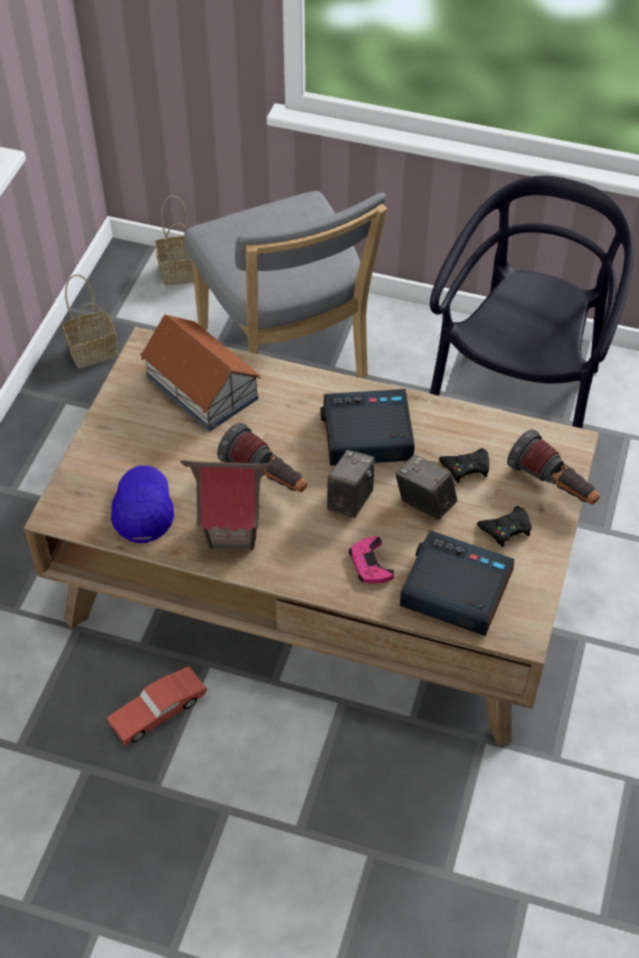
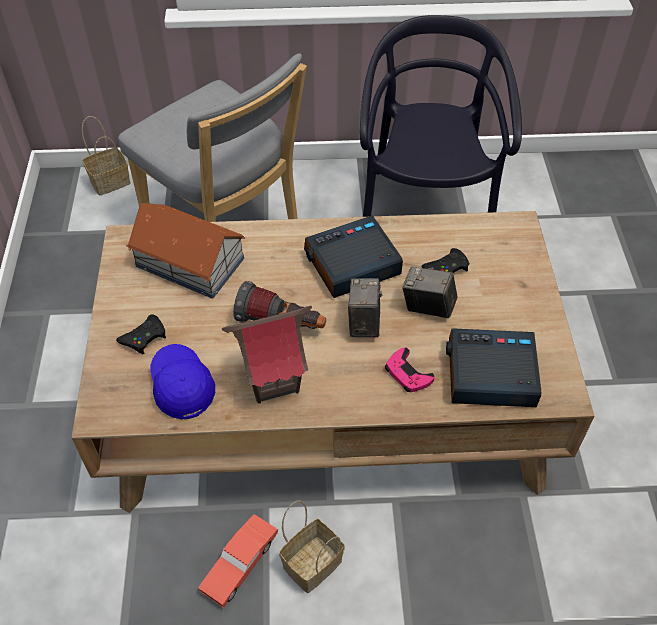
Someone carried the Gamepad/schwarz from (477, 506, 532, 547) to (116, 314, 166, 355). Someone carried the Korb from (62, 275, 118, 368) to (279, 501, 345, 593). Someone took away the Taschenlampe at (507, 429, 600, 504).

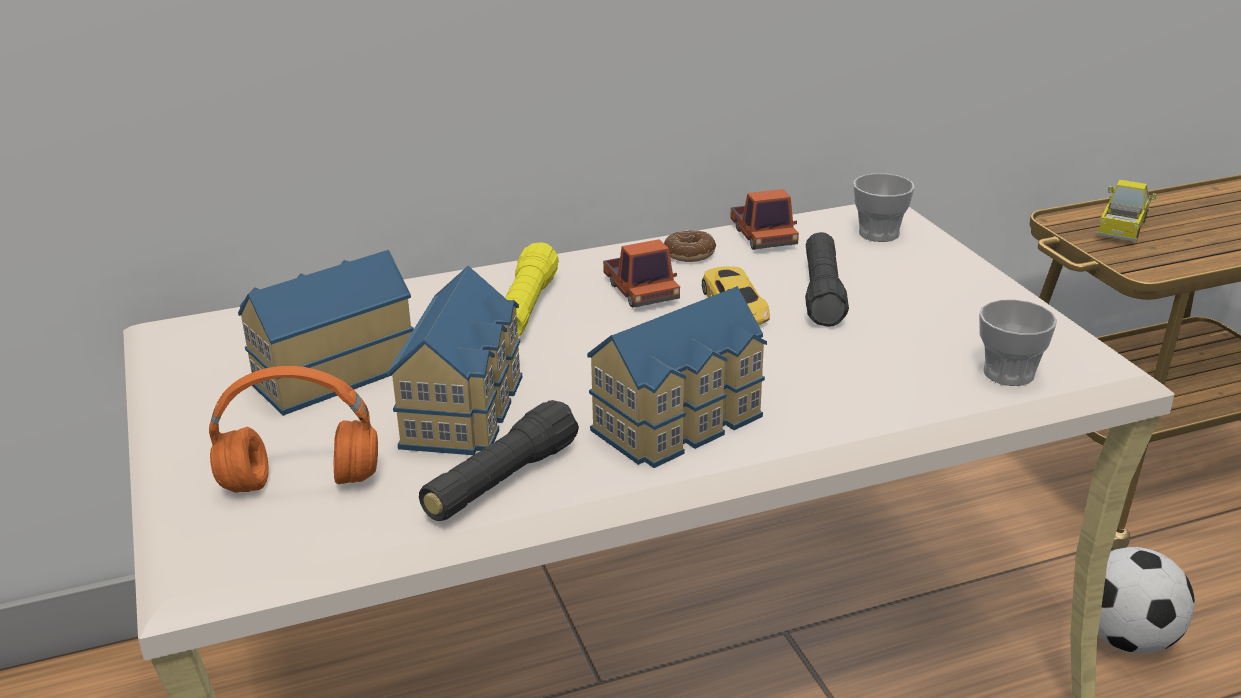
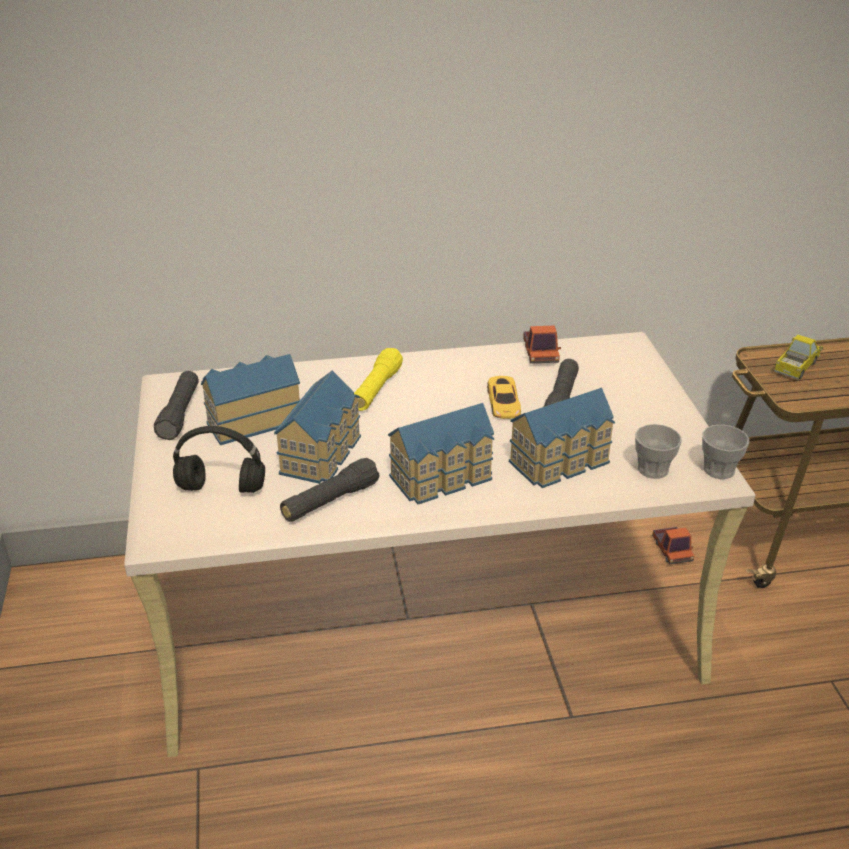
Someone put down the Taschenlampe/schwarz at (154, 371, 199, 440). Someone repainted the Kopfhörer/orange at (209, 366, 378, 493), which became the Kopfhörer/schwarz at (173, 426, 265, 493). Someone put down the Spielzeughaus at (509, 387, 615, 488). Someone carried the Spielzeuglaster from (603, 239, 680, 307) to (652, 527, 694, 565). Someone carried the Tasse from (853, 173, 915, 242) to (702, 424, 749, 479). Someone took away the Donut at (664, 230, 716, 262). Someone took away the Fußball at (1098, 547, 1195, 653).

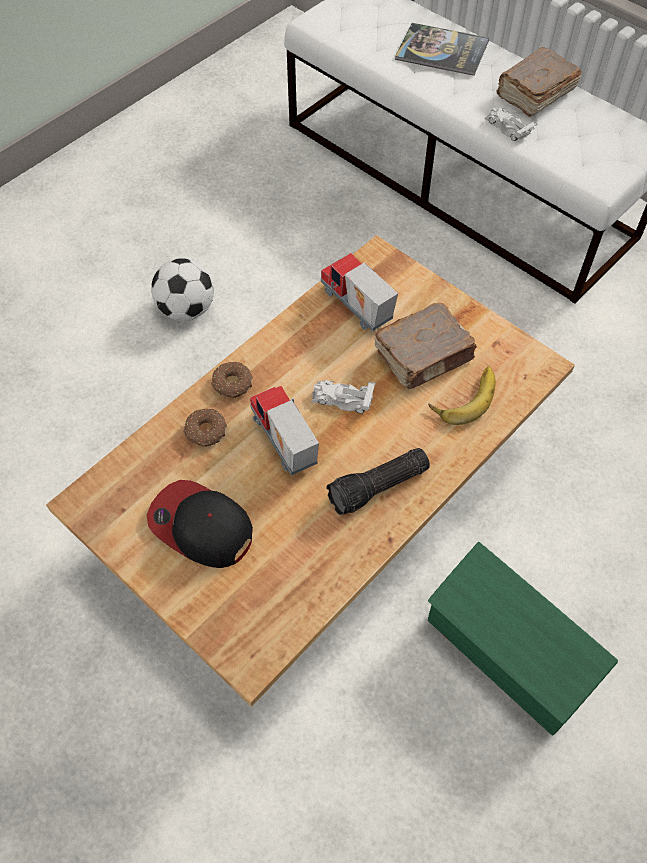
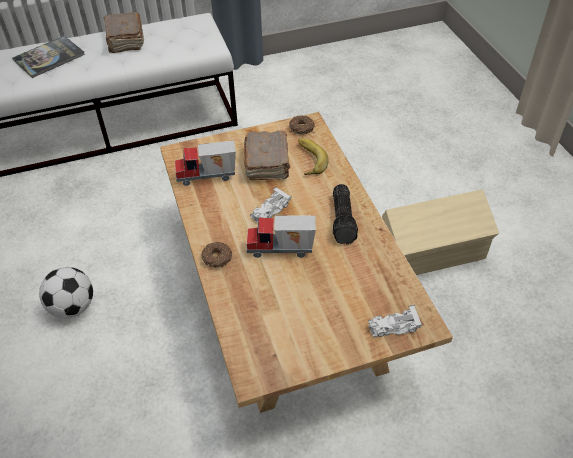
Someone carried the Donut from (183, 409, 227, 447) to (289, 115, 315, 134). Someone carried the Spielzeugauto/weiß from (485, 107, 537, 141) to (368, 305, 423, 338). Someone repainted the Aufbewahrungsbox/grün at (428, 542, 618, 735), which became the Aufbewahrungsbox/beige at (382, 189, 499, 275). Someone took away the Kappe at (147, 480, 253, 568).

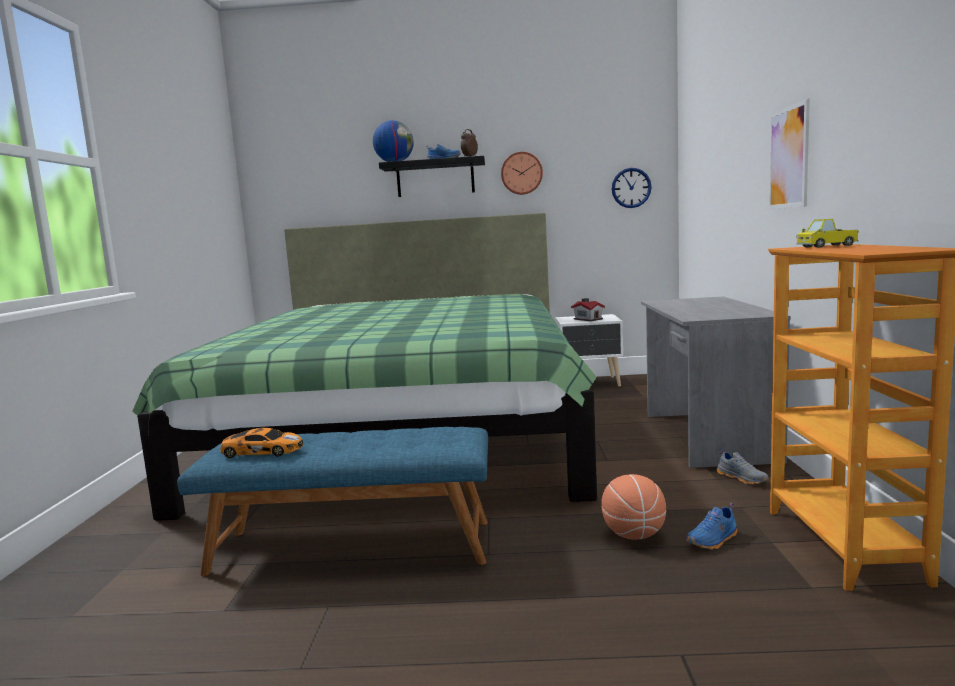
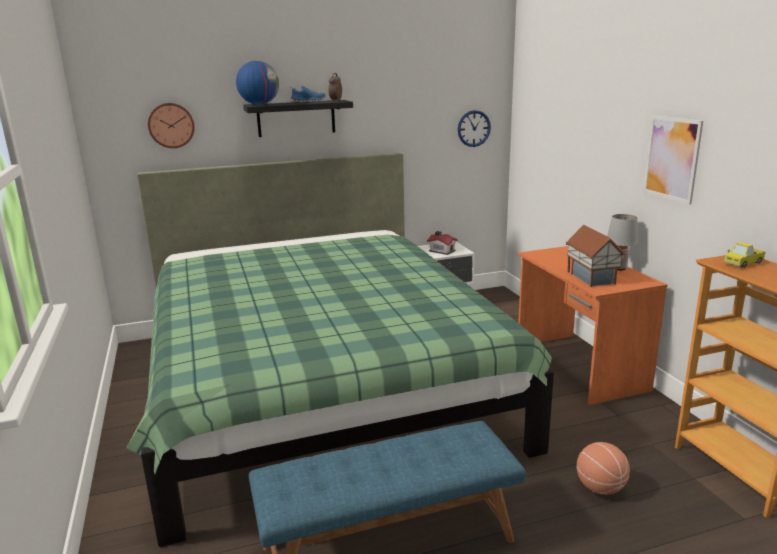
Someone carried the Wanduhr from (501, 152, 543, 195) to (148, 103, 195, 148). Someone repainted the Schreibtisch/grau at (641, 296, 791, 468), which became the Schreibtisch/orange at (518, 246, 667, 405). Someone put down the Spielzeughaus at (566, 225, 625, 287). Someone put down the Tischlampe/grau at (607, 214, 638, 270). Someone took away the Spielzeugauto at (220, 428, 303, 458). Someone took away the Schuh/blau at (686, 503, 737, 550). Someone took away the Schuh/grau at (717, 449, 769, 485).

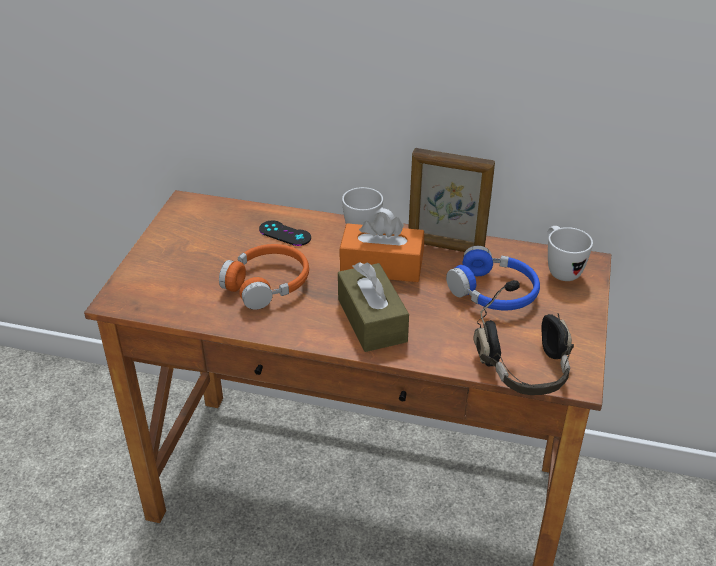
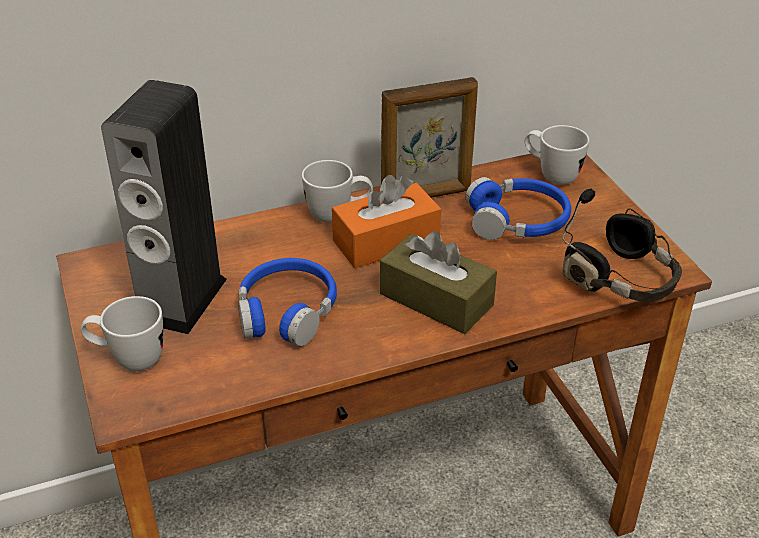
Someone put down the Henkelbecher/weiß at (81, 296, 163, 371). Someone put down the Lautsprecher at (101, 80, 227, 334). Someone repainted the Kopfhörer/orange at (219, 244, 309, 310), which became the Kopfhörer/blau at (238, 258, 337, 346). Someone took away the Gamepad/schwarz at (259, 221, 311, 246).

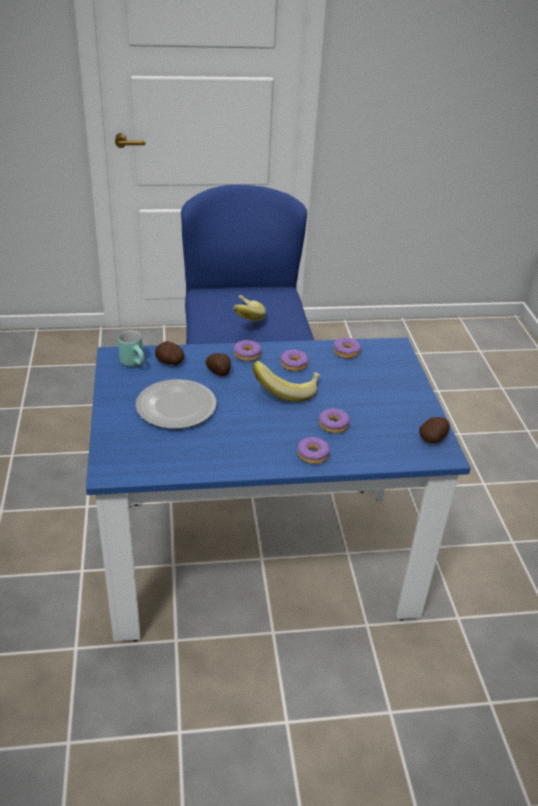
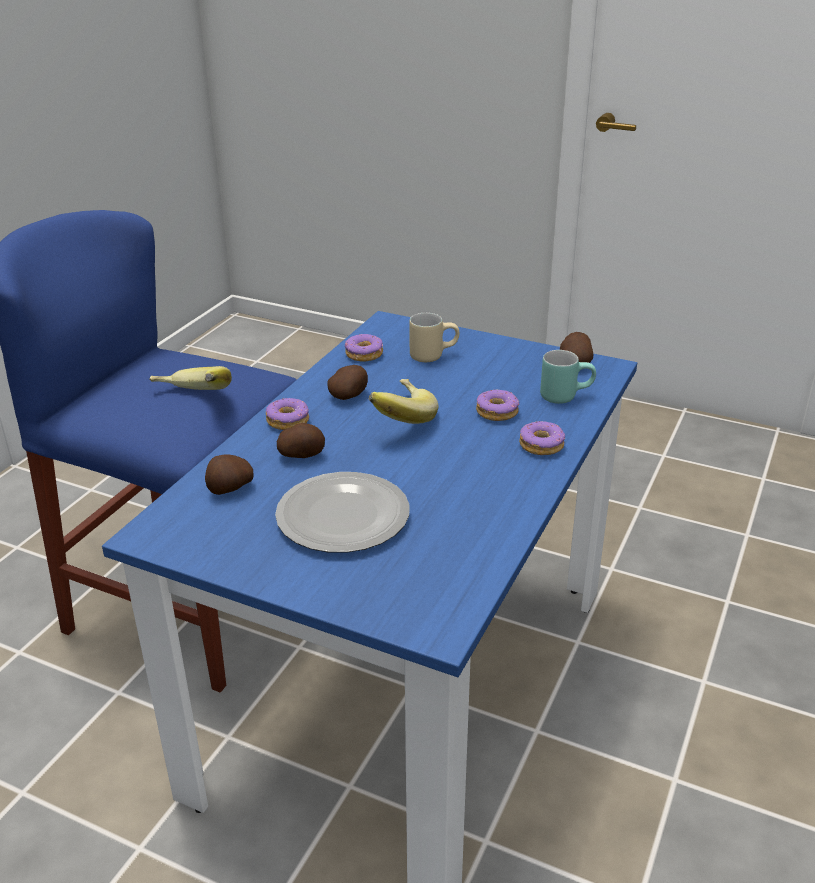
Someone swapped the Donut at (280, 349, 309, 371) for the Kartoffel at (327, 365, 368, 400). Someone put down the Henkelbecher/beige at (409, 313, 459, 362). Someone carried the Henkelbecher/türkis from (118, 330, 145, 367) to (540, 350, 596, 404).

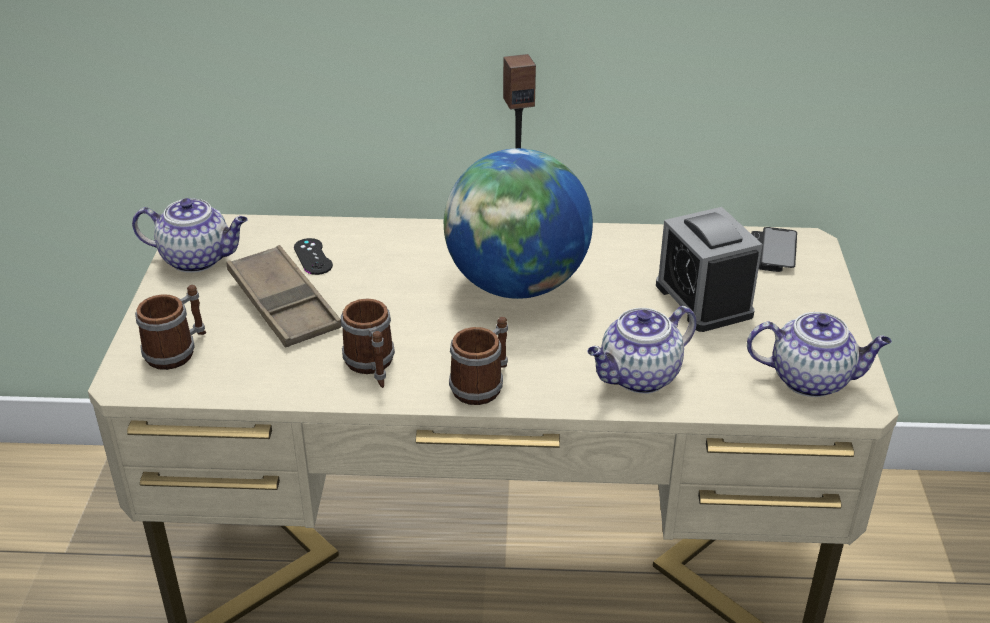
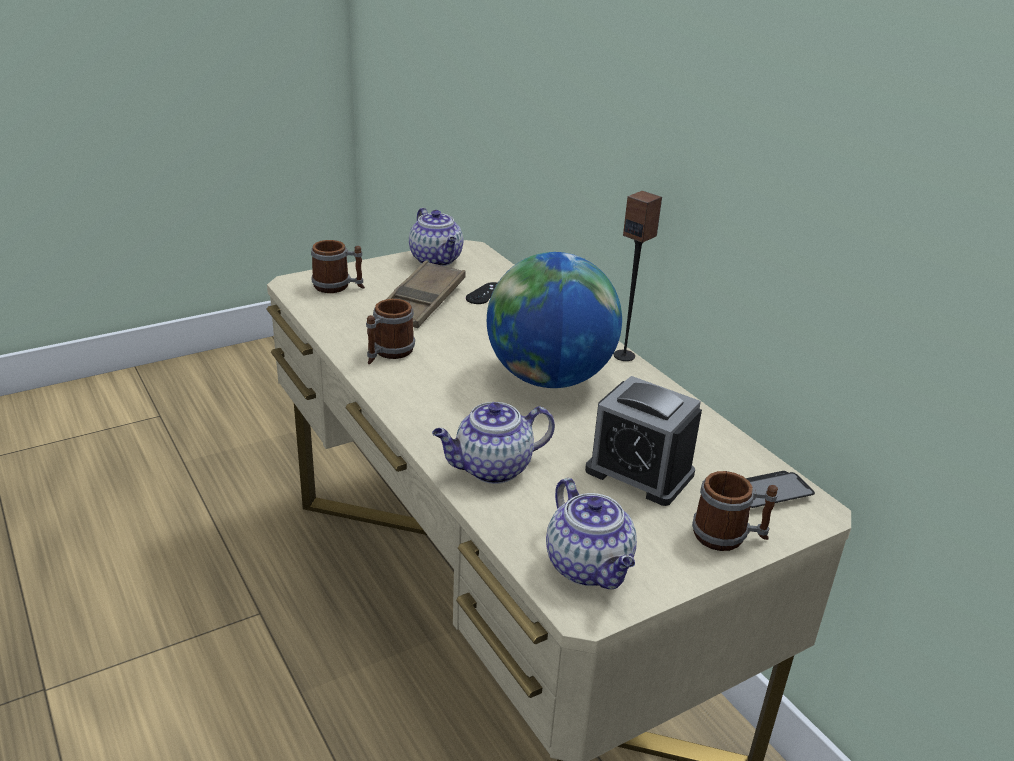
Someone rotated the Teekanne at (588, 306, 697, 394) by 45 degrees counterclockwise. Someone rotated the Wecker at (656, 207, 763, 332) by 90 degrees counterclockwise. Someone carried the Henkelbecher from (449, 317, 508, 405) to (692, 471, 778, 551).

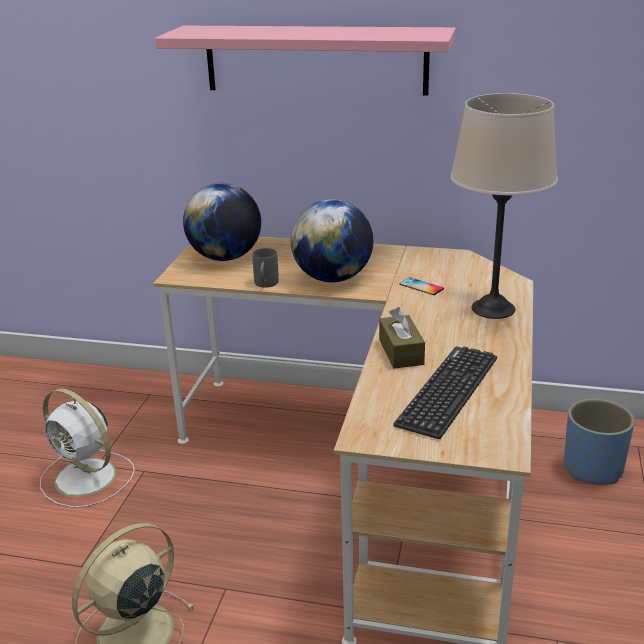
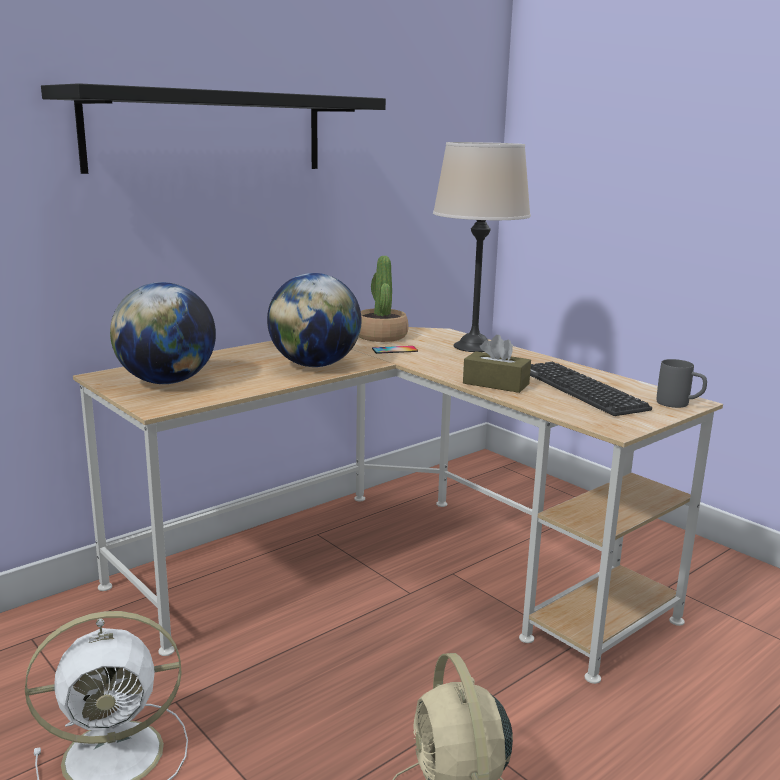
Someone repainted the Wandregal/rosa at (155, 26, 456, 96), which became the Wandregal/schwarz at (41, 83, 386, 174). Someone put down the Topfpflanze at (359, 256, 409, 342). Someone carried the Henkelbecher/grau from (252, 248, 279, 288) to (657, 359, 707, 408). Someone took away the Pflanzkübel/blau at (564, 398, 635, 485).

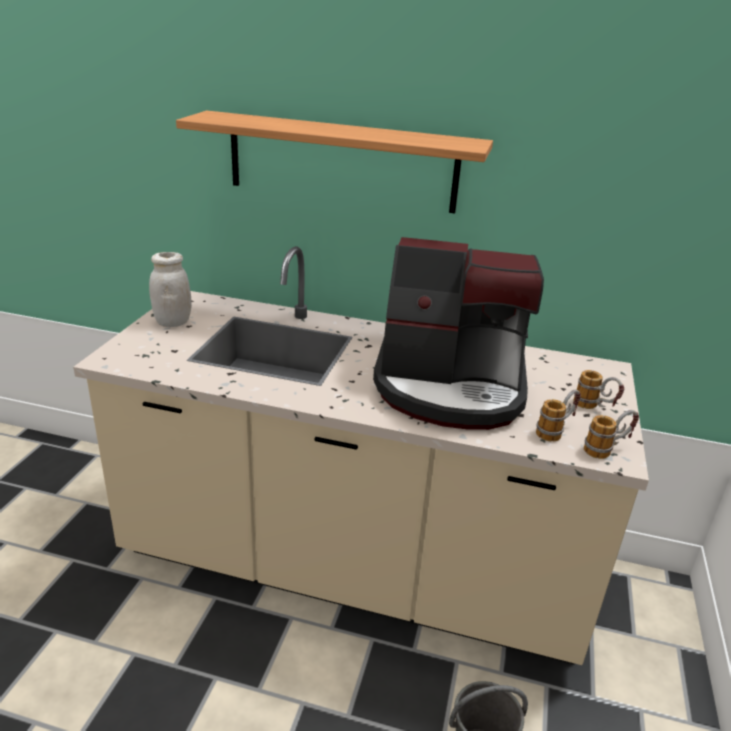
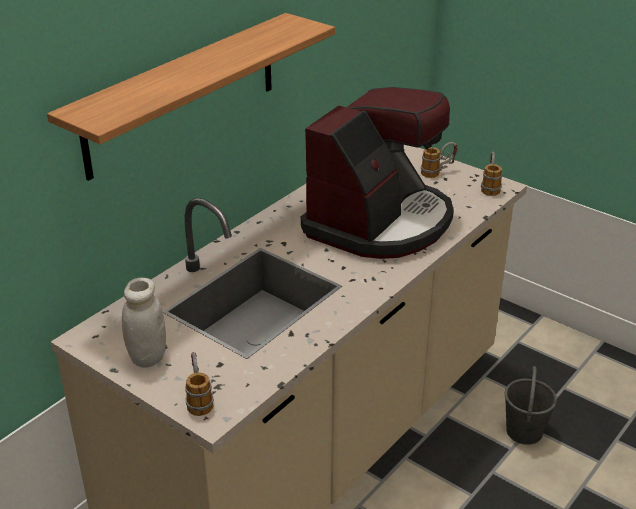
Someone carried the Henkelbecher from (536, 389, 581, 442) to (185, 352, 214, 416).

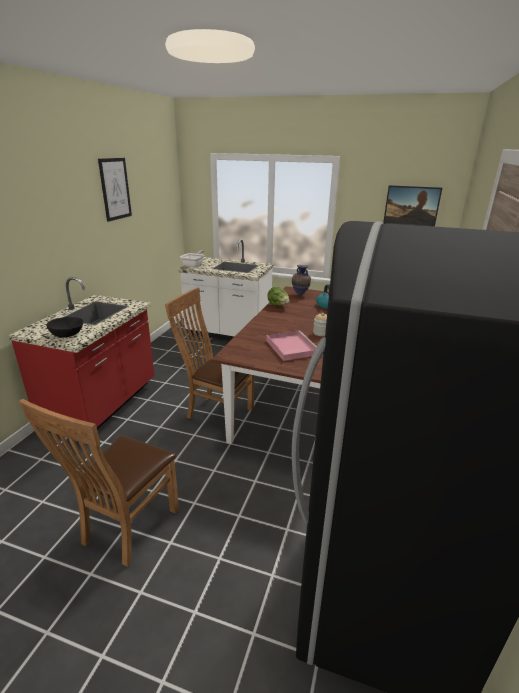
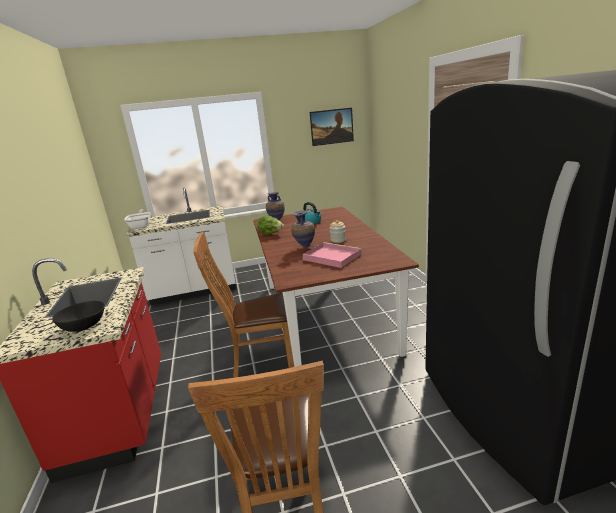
Someone put down the Vase at (291, 211, 315, 248). Someone took away the Bild at (98, 158, 132, 222).

